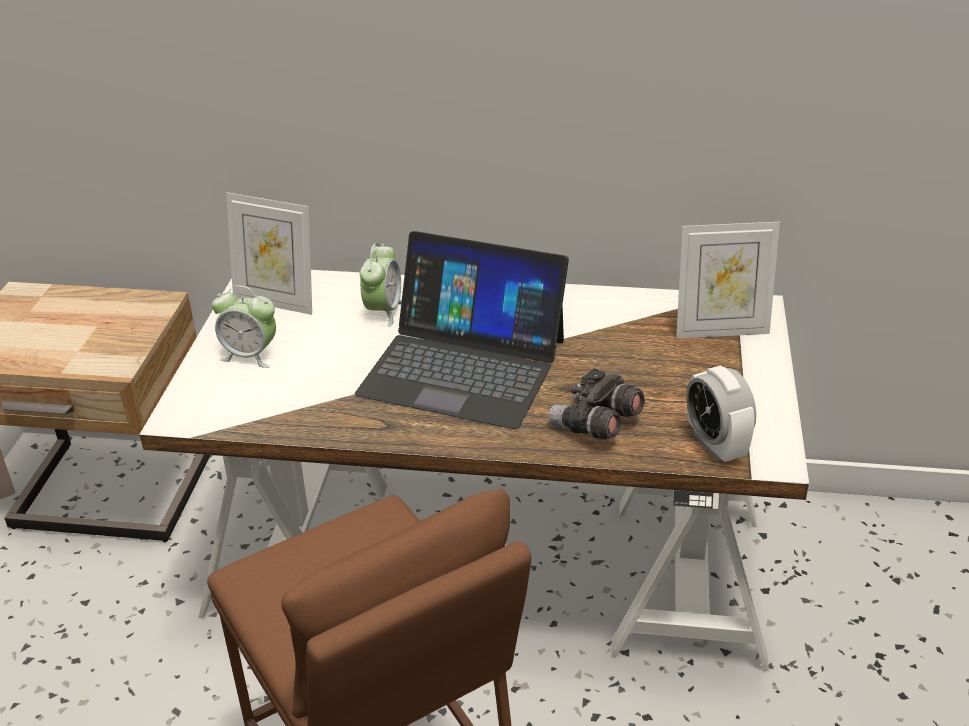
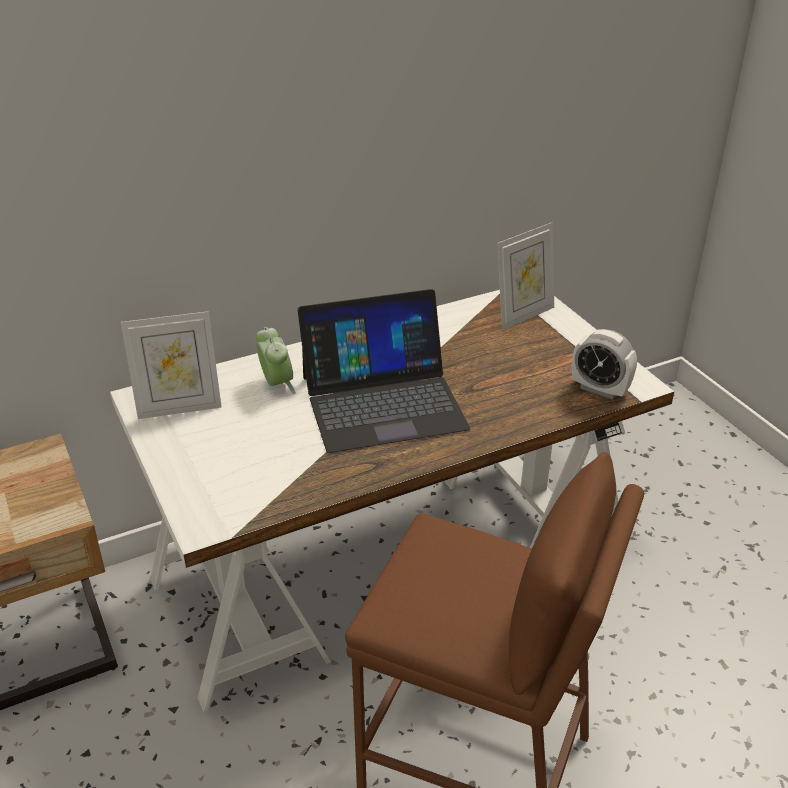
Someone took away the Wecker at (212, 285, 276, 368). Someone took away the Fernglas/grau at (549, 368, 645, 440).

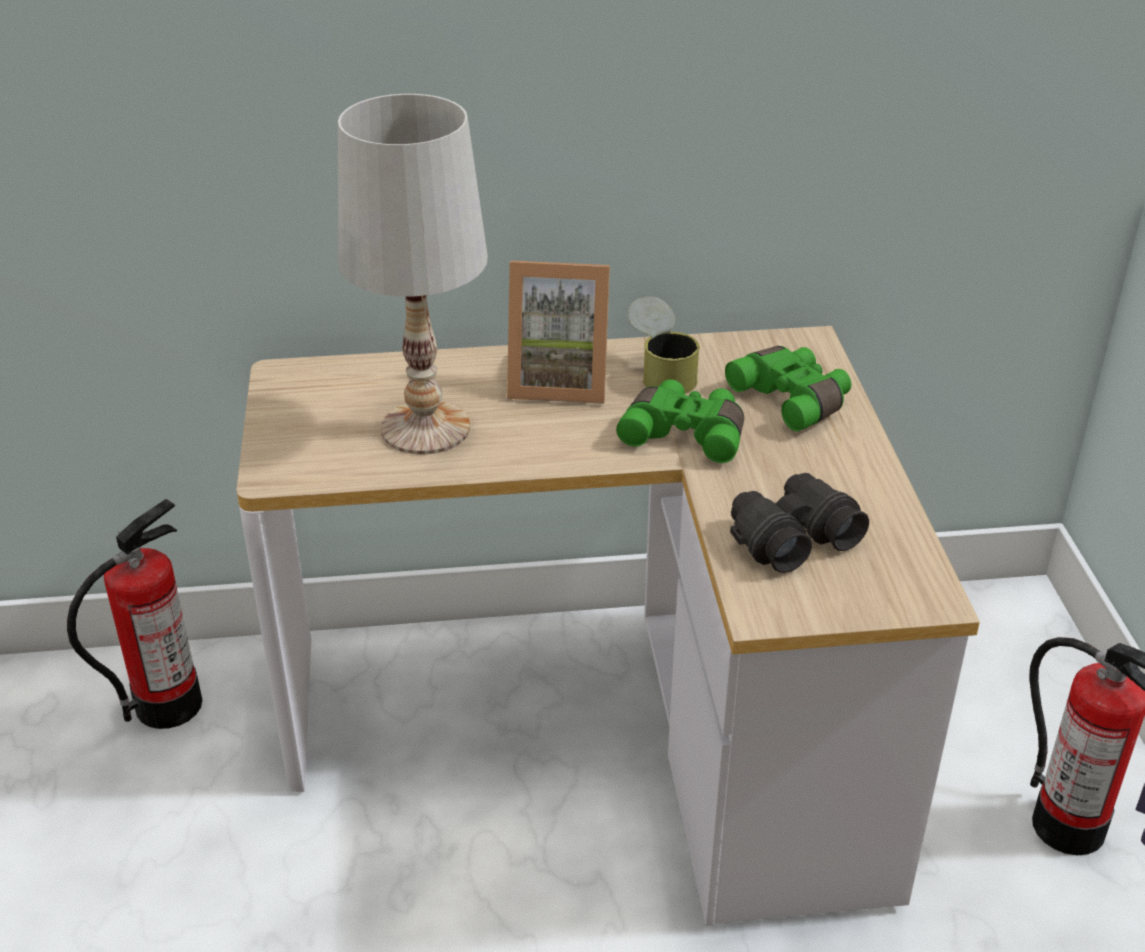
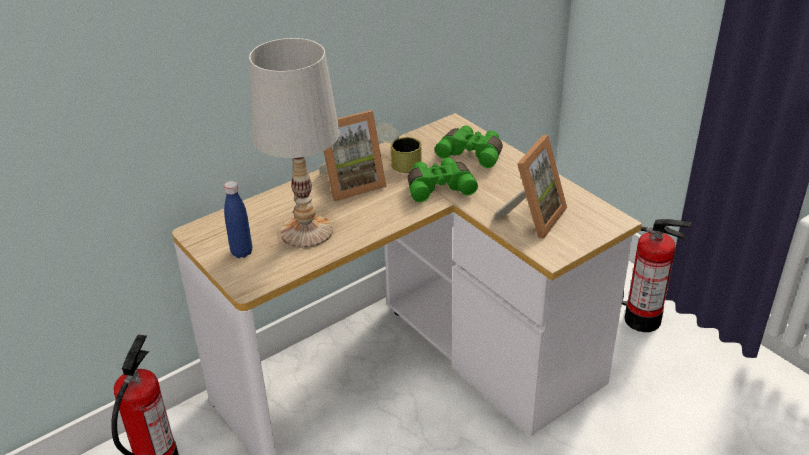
Someone put down the Flasche/blau at (224, 181, 252, 258). Someone swapped the Fernglas/schwarz at (730, 473, 869, 573) for the Bilderrahmen at (493, 135, 567, 238).

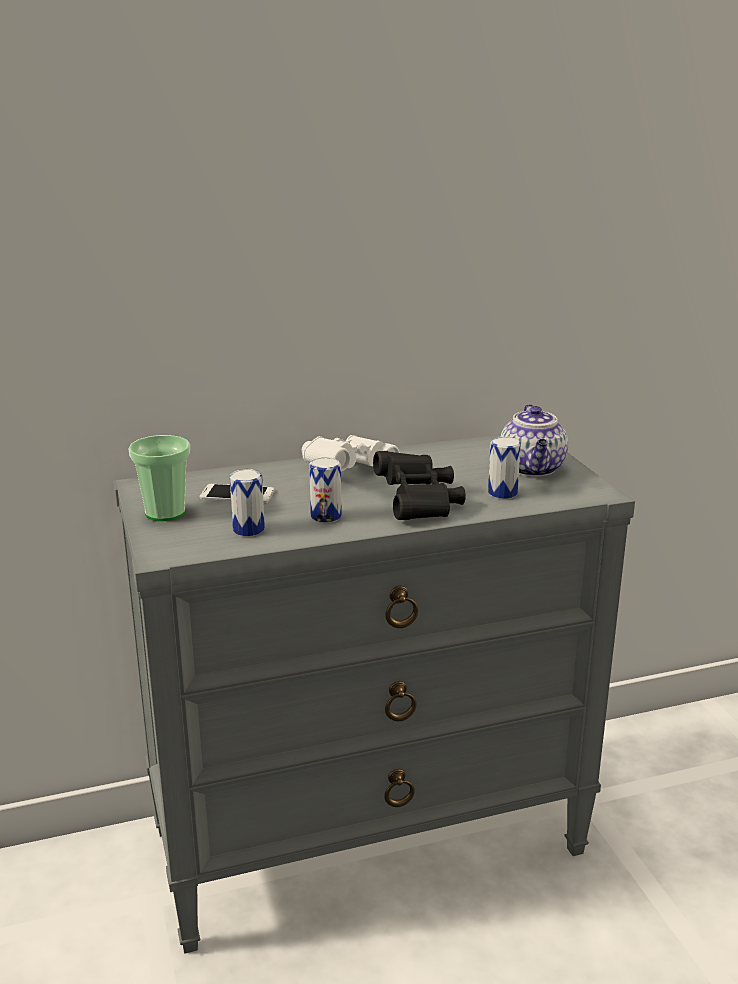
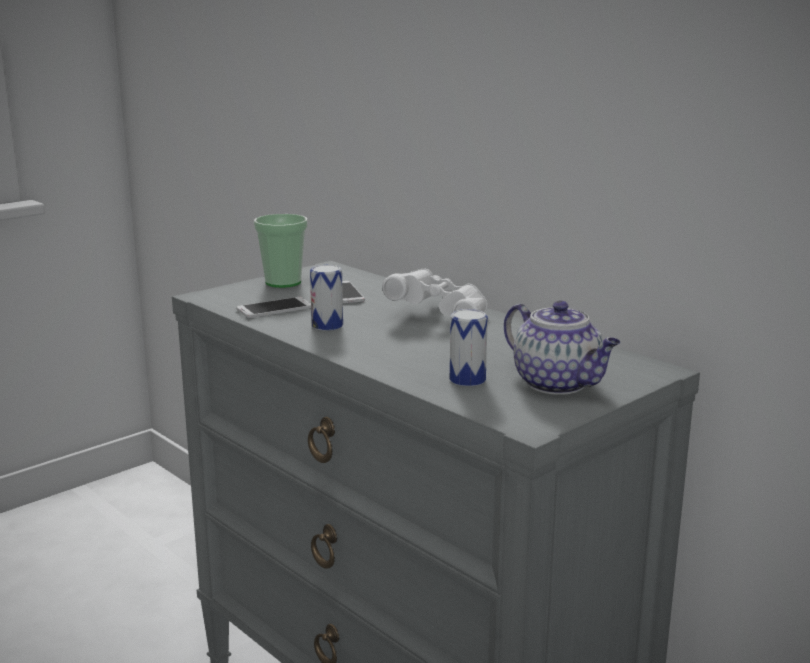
Someone swapped the Dose at (230, 469, 265, 536) for the Handy at (237, 297, 311, 318). Someone rotated the Teekanne at (501, 404, 568, 477) by 105 degrees counterclockwise. Someone took away the Fernglas/schwarz at (373, 451, 466, 520).

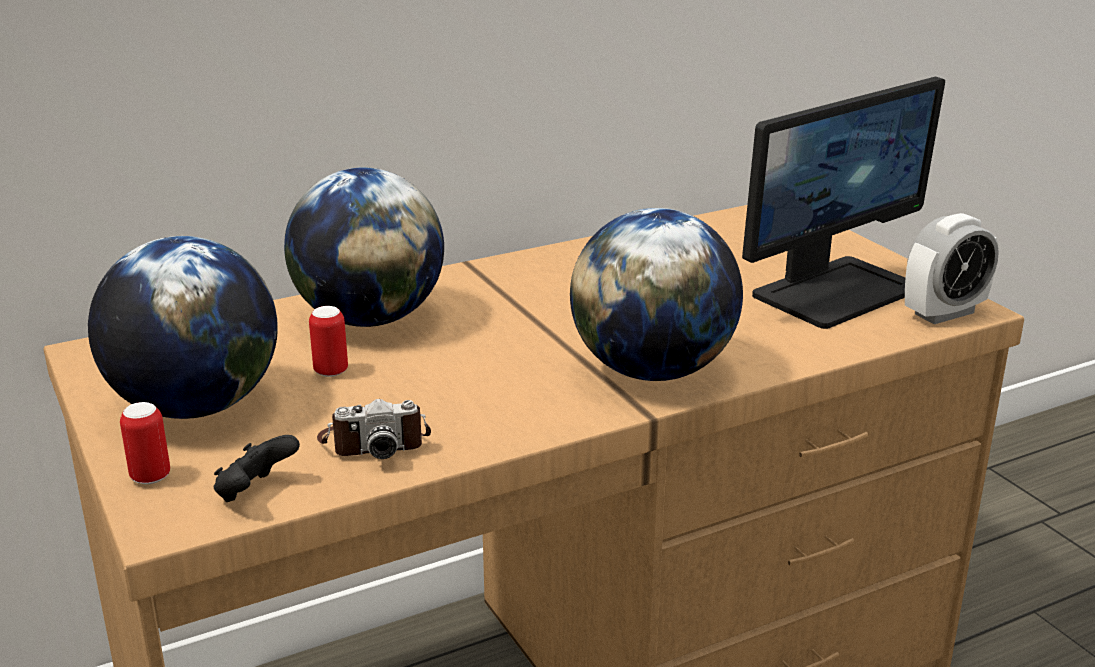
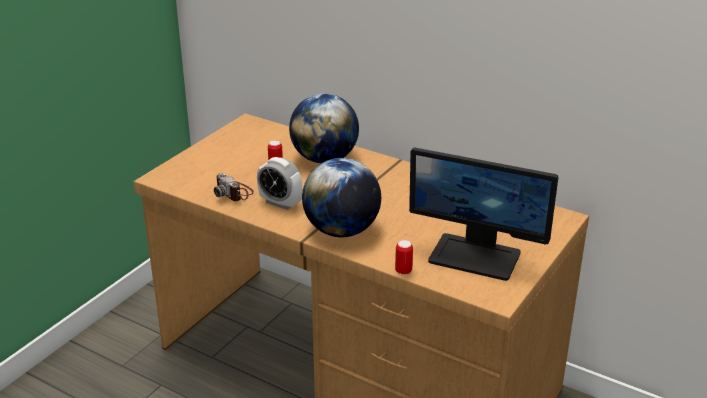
Someone carried the Wecker from (905, 213, 999, 324) to (257, 157, 302, 210). Someone carried the Dose from (120, 402, 170, 484) to (395, 240, 413, 275). Someone took away the Globus at (88, 236, 278, 419). Someone took away the Gamepad/schwarz at (214, 435, 300, 502).

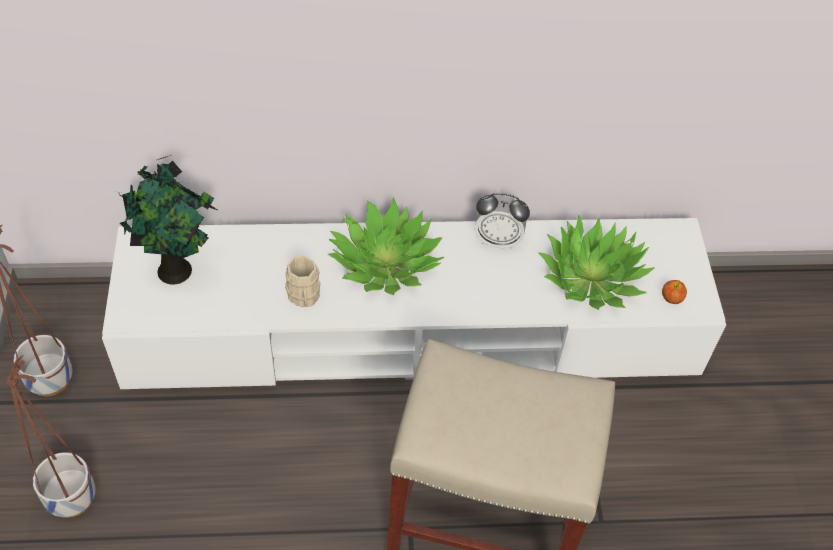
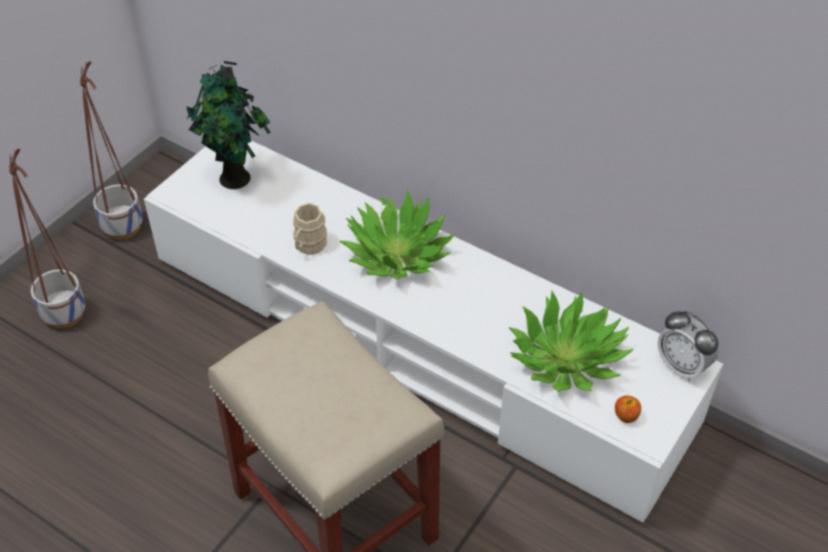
Someone carried the Wecker from (475, 193, 530, 249) to (657, 310, 719, 382).

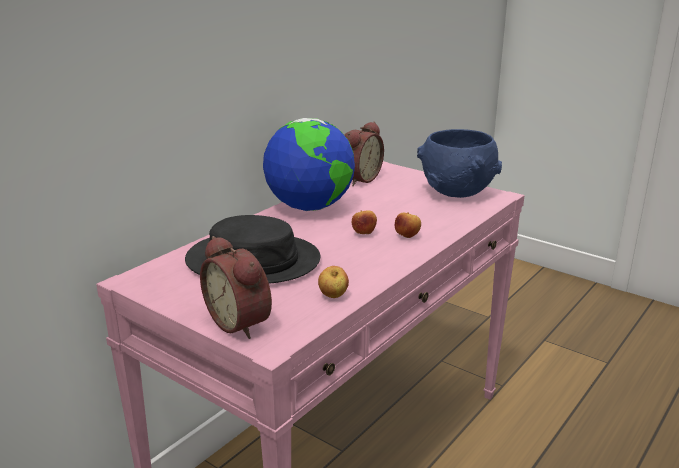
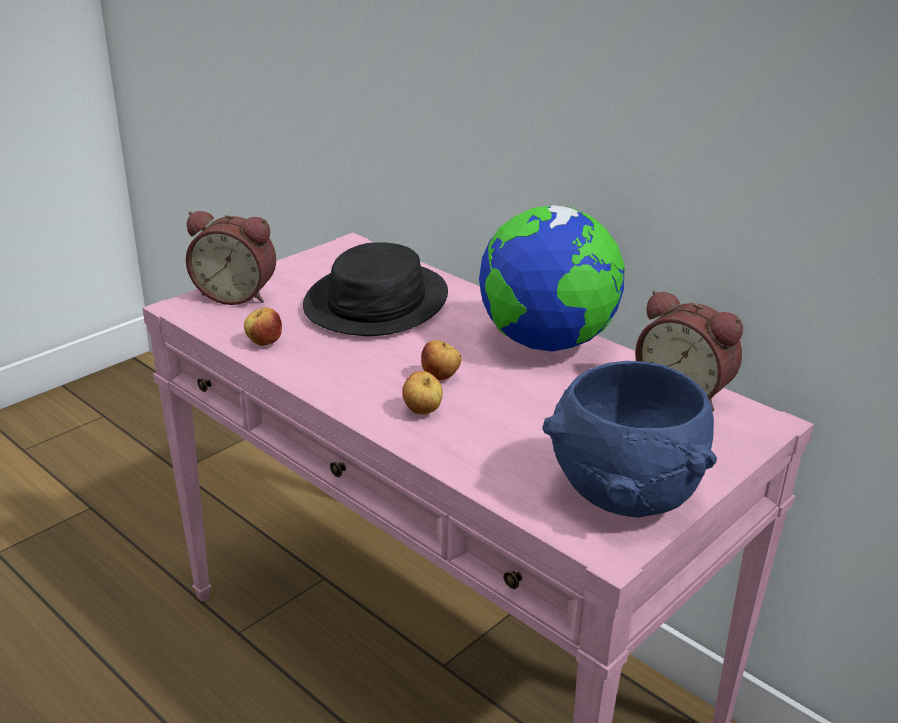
Someone rotated the Wecker at (200, 236, 272, 339) by 135 degrees counterclockwise.

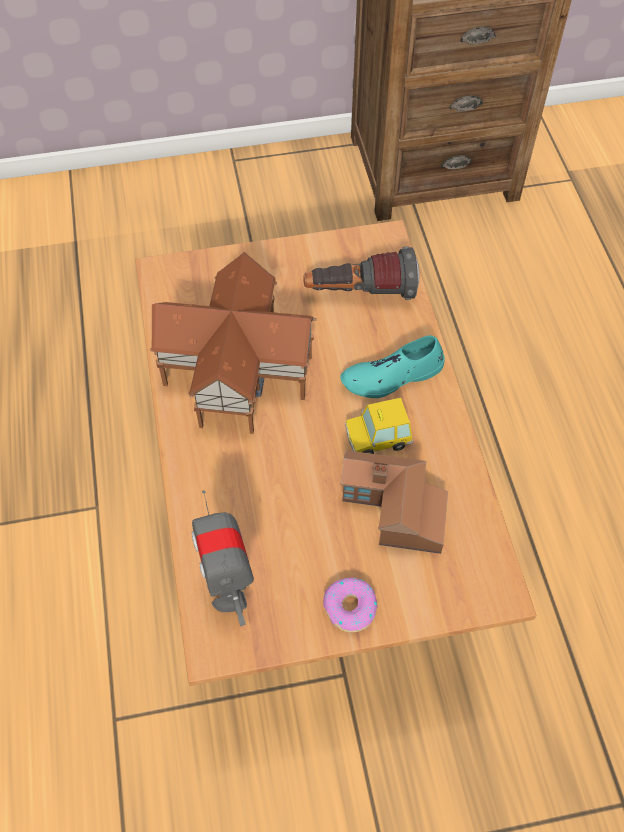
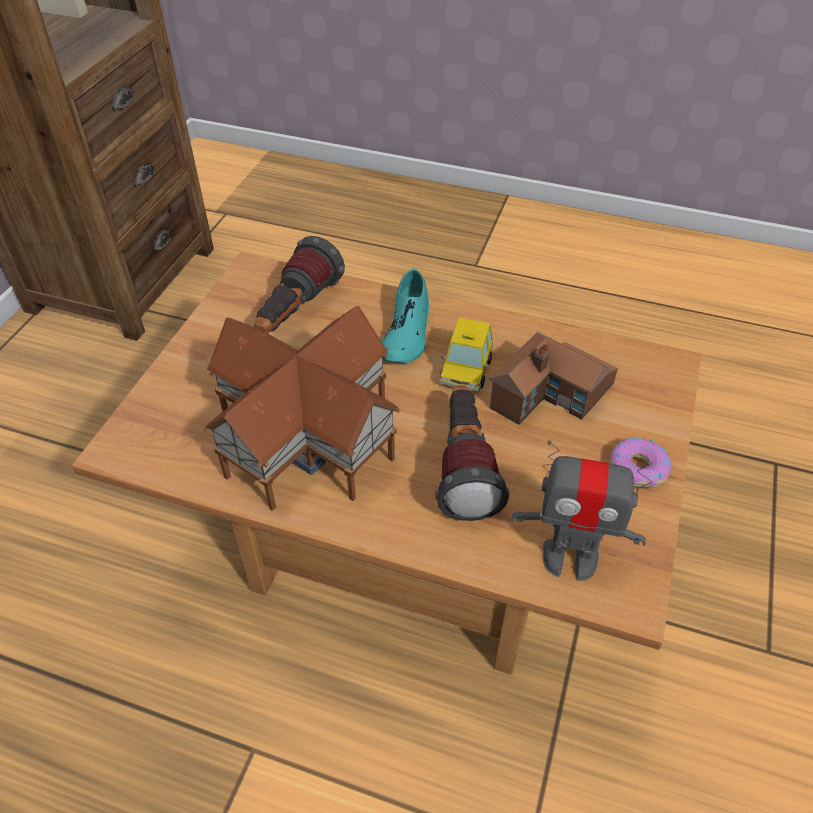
Someone put down the Taschenlampe at (435, 385, 510, 521).

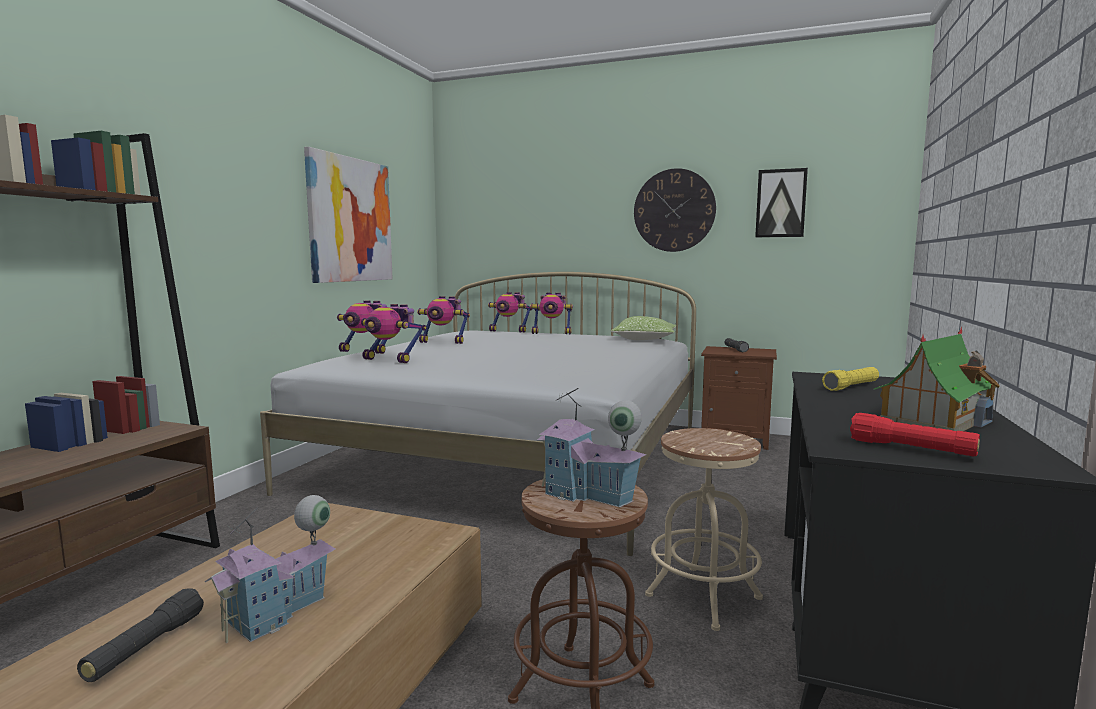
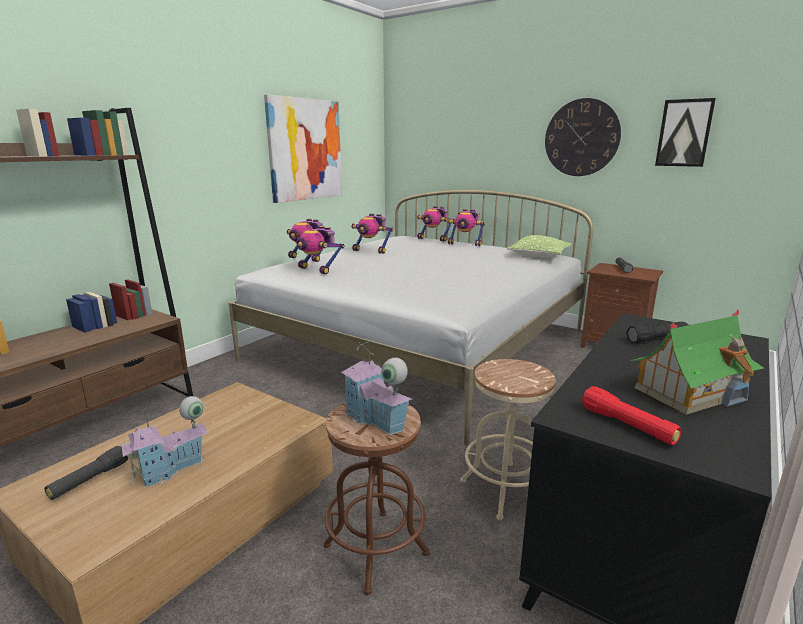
Someone repainted the Taschenlampe/gelb at (822, 367, 879, 391), which became the Taschenlampe/schwarz at (626, 321, 688, 343).

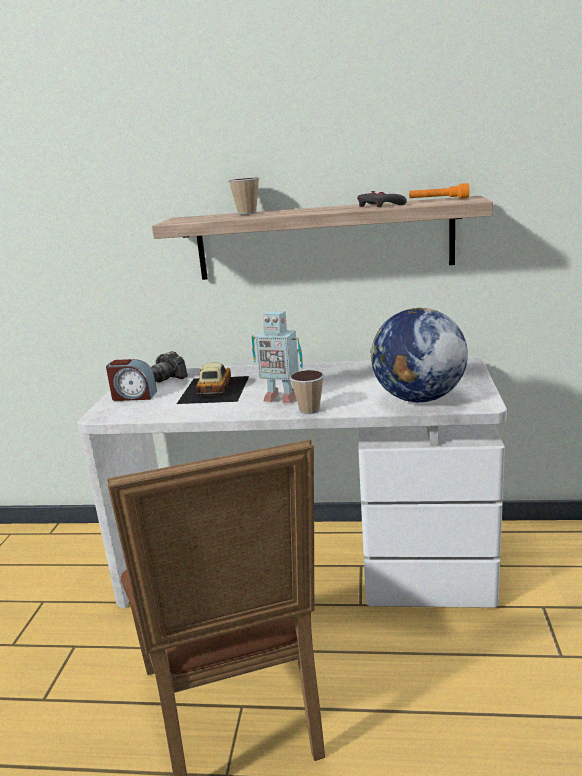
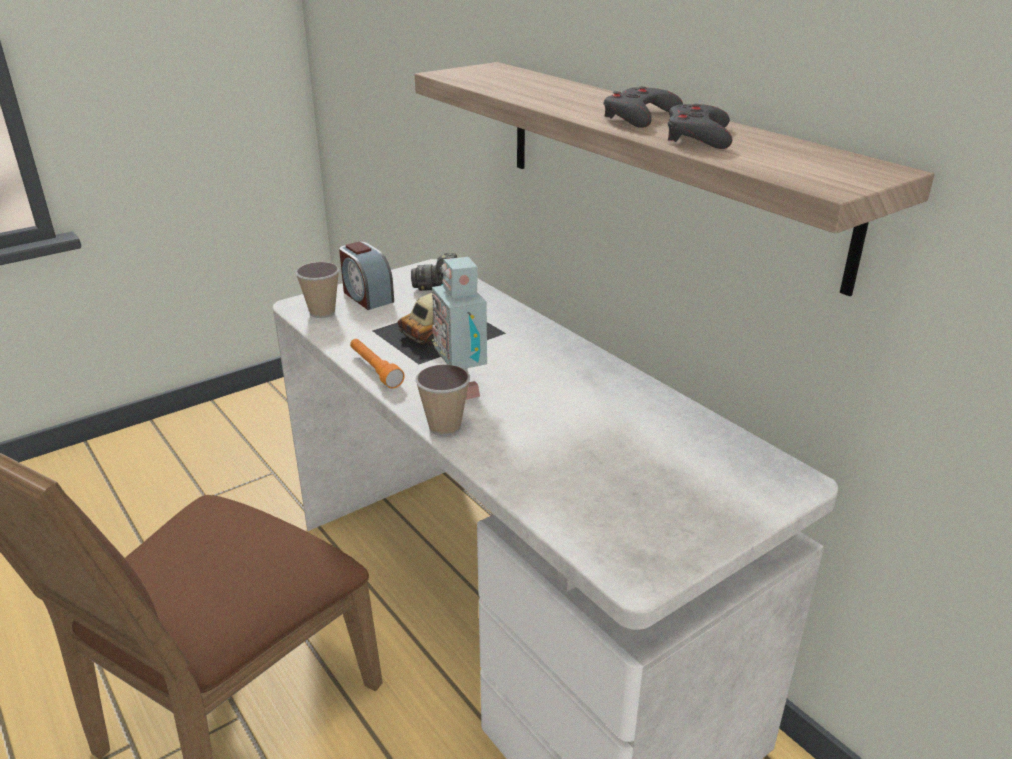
Someone carried the Tasse from (229, 178, 259, 215) to (296, 262, 339, 318). Someone carried the Taschenlampe/orange from (409, 183, 469, 199) to (350, 339, 405, 388). Someone put down the Gamepad/grau at (604, 86, 683, 128). Someone took away the Globus at (370, 308, 468, 402).

